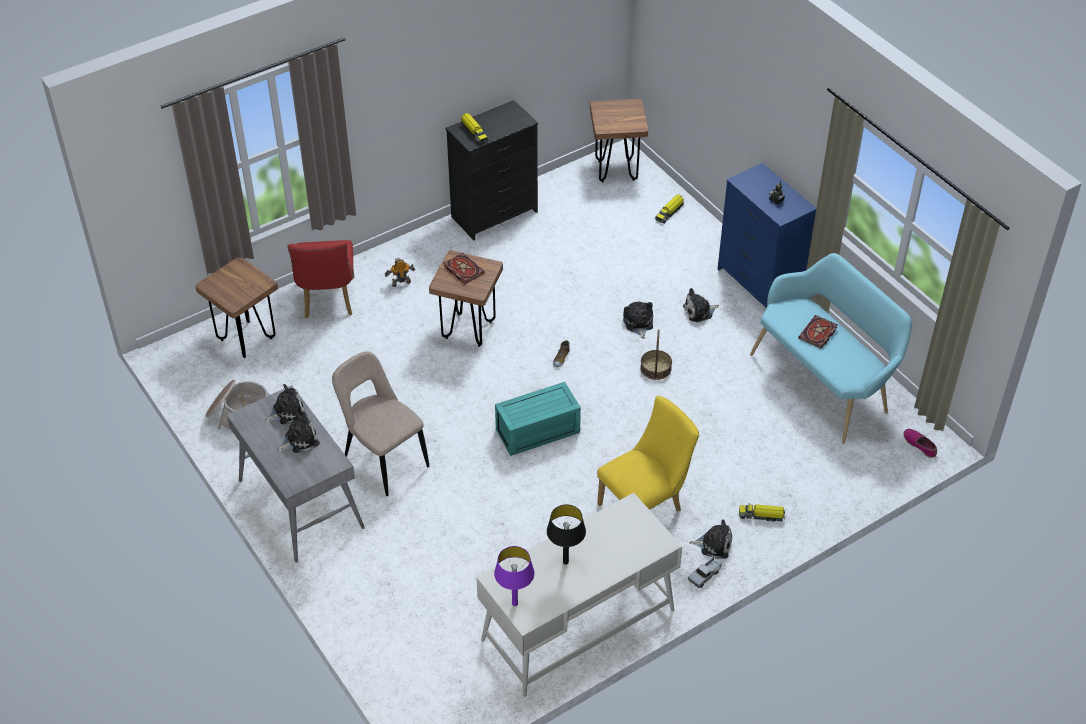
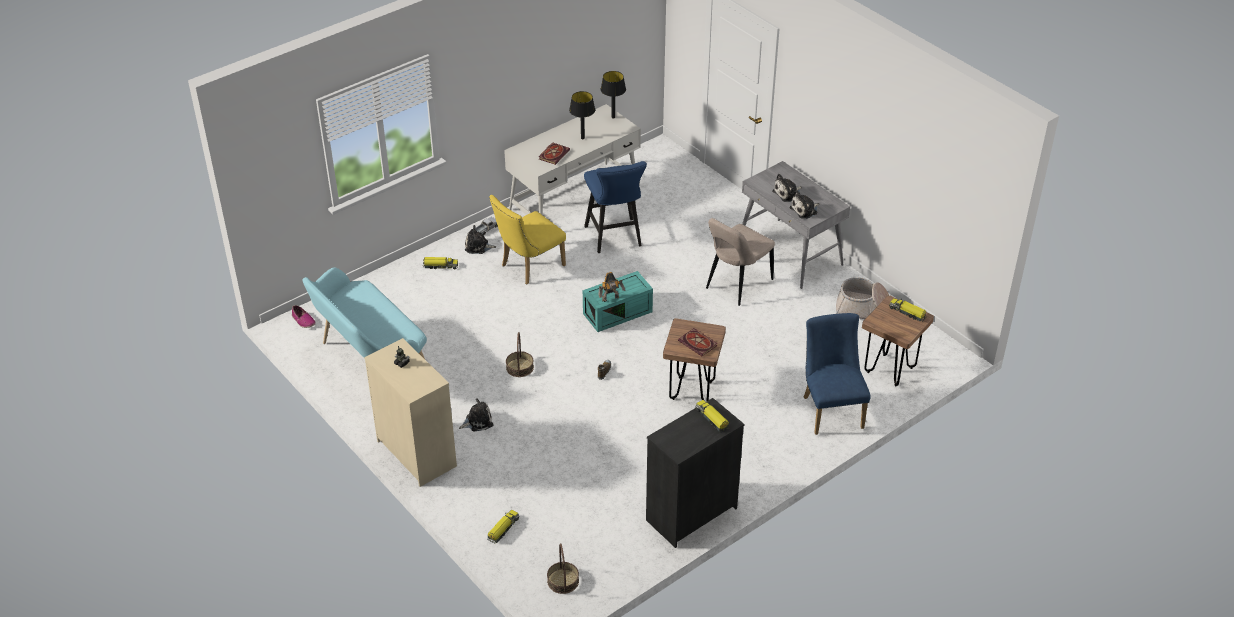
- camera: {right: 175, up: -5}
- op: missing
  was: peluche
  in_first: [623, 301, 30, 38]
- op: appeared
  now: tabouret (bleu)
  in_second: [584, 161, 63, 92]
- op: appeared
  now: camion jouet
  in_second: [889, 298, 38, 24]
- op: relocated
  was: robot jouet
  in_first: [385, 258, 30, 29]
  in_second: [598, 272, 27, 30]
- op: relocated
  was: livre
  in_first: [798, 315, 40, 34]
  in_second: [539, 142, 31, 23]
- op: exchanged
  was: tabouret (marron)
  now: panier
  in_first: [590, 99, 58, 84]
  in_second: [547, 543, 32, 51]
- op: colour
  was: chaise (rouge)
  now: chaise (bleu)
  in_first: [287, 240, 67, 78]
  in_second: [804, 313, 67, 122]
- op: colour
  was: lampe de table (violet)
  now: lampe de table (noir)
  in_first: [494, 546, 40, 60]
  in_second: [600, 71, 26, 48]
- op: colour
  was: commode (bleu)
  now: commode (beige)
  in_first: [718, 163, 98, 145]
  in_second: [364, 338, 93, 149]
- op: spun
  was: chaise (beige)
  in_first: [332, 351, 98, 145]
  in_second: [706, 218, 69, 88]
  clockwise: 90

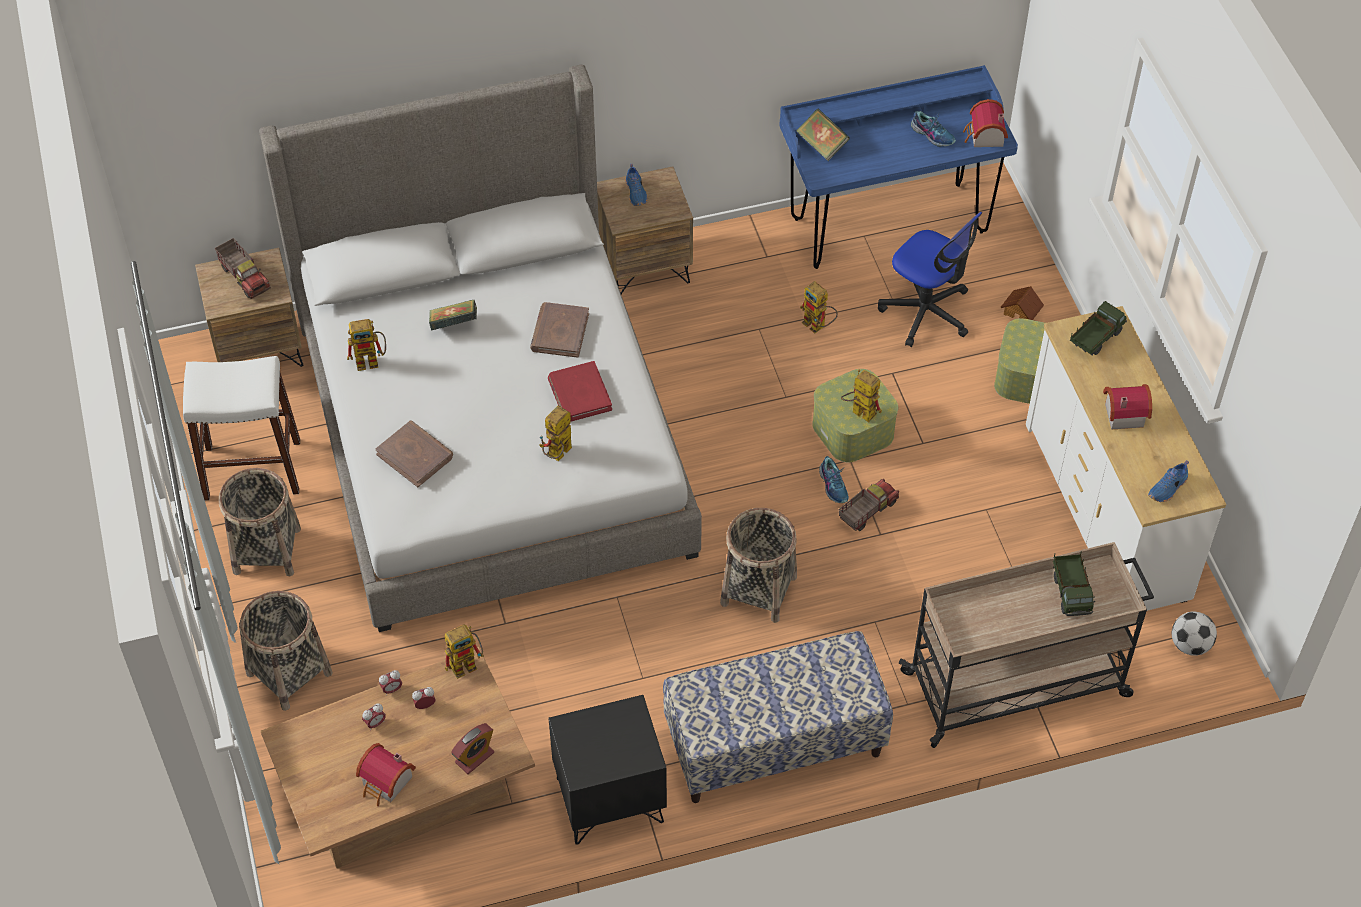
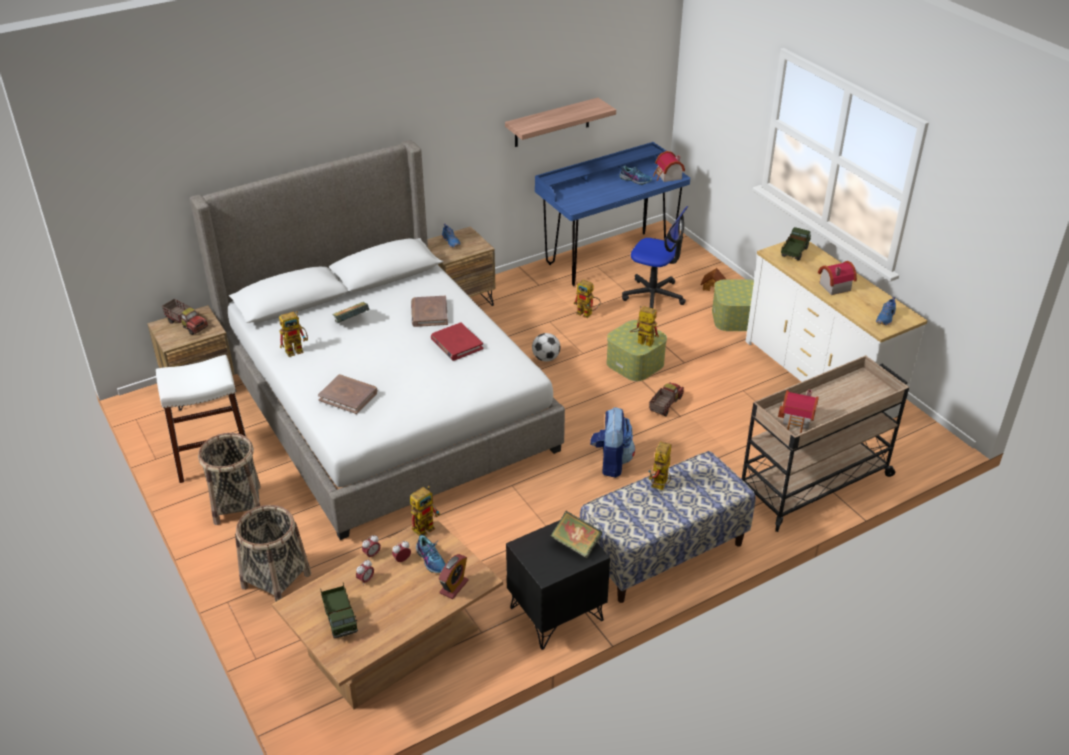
- camera: {right: -15, up: -15}
- op: appeared
  now: étagère
  in_second: [505, 98, 111, 49]
- op: relocated
  was: maison miniature
  in_first: [356, 743, 60, 63]
  in_second: [778, 389, 41, 44]
- op: relocated
  was: robot jouet
  in_first: [539, 406, 33, 55]
  in_second: [648, 441, 23, 49]
- op: relocated
  was: livre
  in_first: [796, 108, 54, 53]
  in_second: [551, 511, 51, 47]
- op: relocated
  was: chaussure
  in_first: [819, 456, 30, 47]
  in_second: [416, 535, 30, 38]
- op: relocated
  was: camion jouet
  in_first: [1053, 551, 42, 65]
  in_second: [320, 582, 38, 56]
- op: relocated
  was: ballon de foot
  in_first: [1172, 611, 45, 45]
  in_second: [532, 333, 28, 29]
- op: exchanged
  was: panier
  now: sac à dos
  in_first: [720, 508, 77, 115]
  in_second: [590, 407, 45, 71]

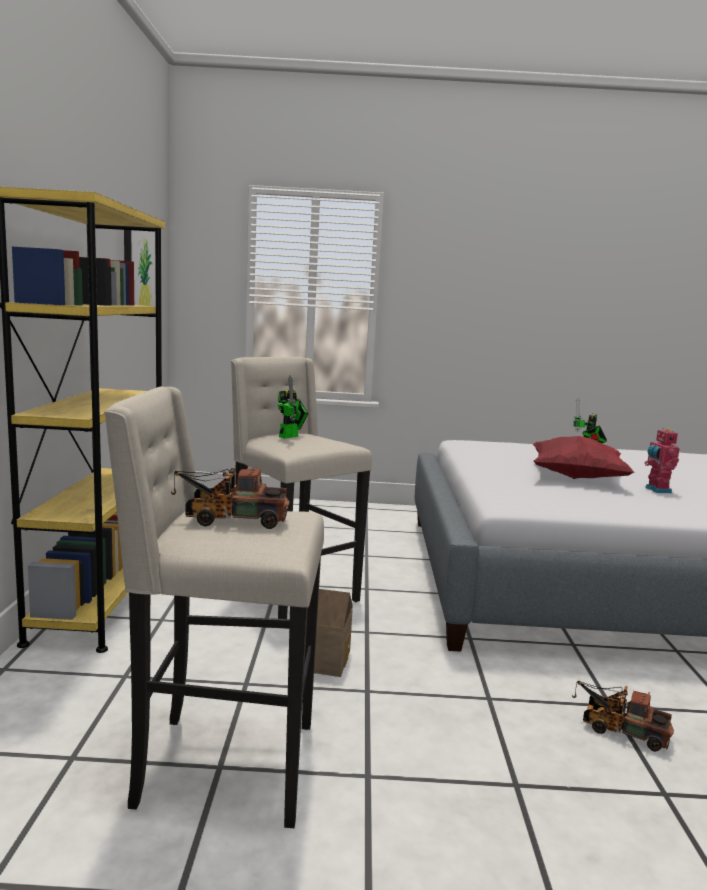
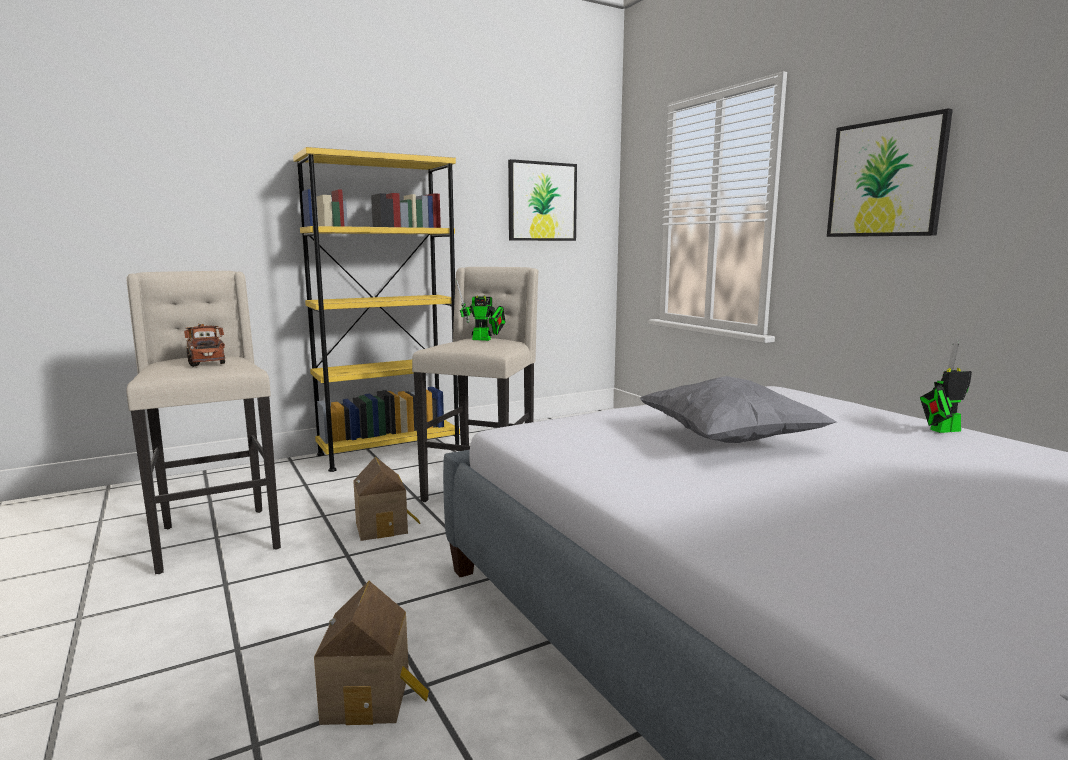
- camera: {right: 60, up: 0}
- op: missing
  was: robot jouet
  in_first: [644, 428, 36, 65]
- op: appeared
  now: tableau
  in_second: [827, 108, 126, 129]
- op: exchanged
  was: camion jouet
  now: maison miniature
  in_first: [572, 681, 102, 71]
  in_second: [314, 581, 115, 144]
- op: colour
  was: coussin (rouge)
  now: coussin (gris)
  in_first: [533, 436, 102, 43]
  in_second: [640, 376, 197, 67]

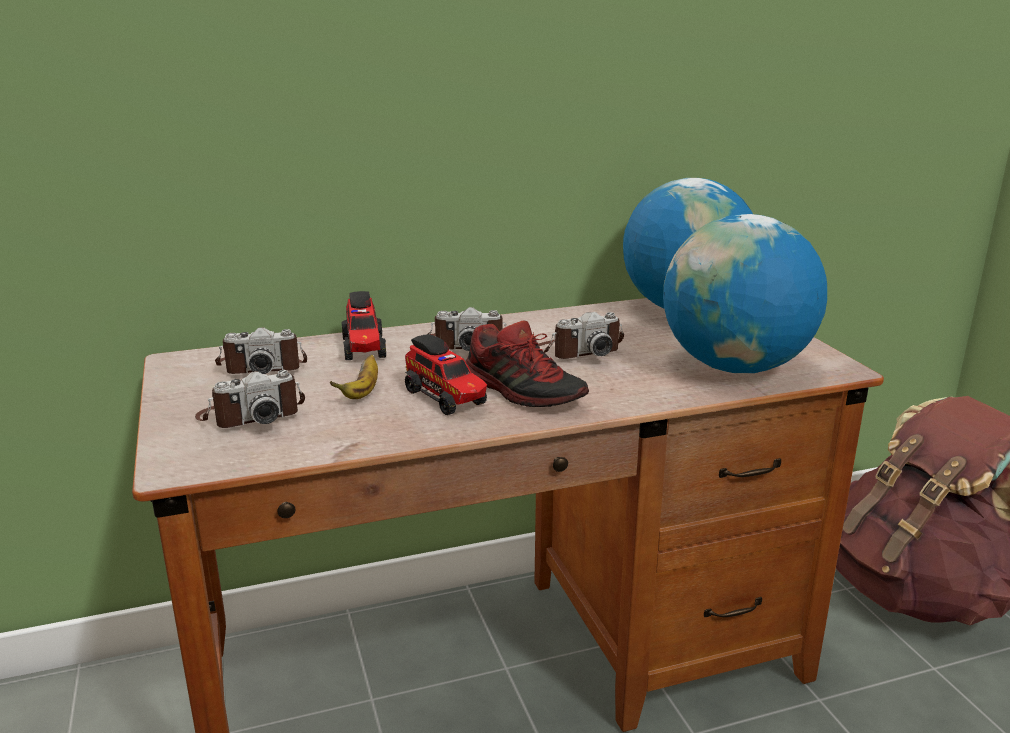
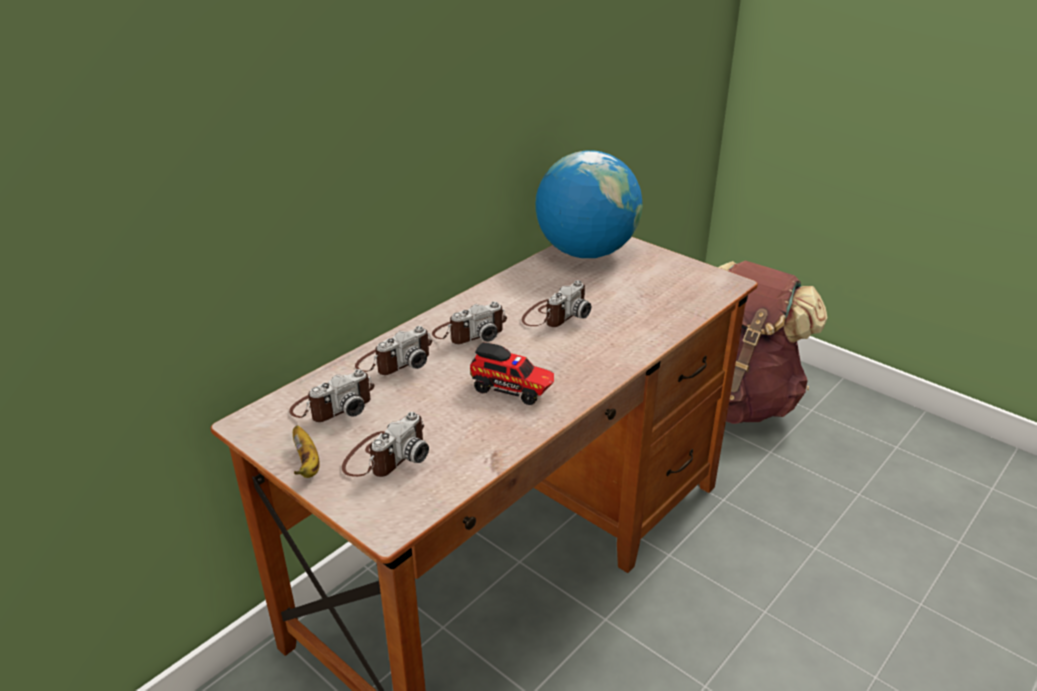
- camera: {right: -30, up: 10}
- op: missing
  was: chaussure
  in_first: [465, 321, 124, 86]
- op: missing
  was: globe
  in_first: [663, 214, 164, 159]
- op: relocated
  was: banane
  in_first: [330, 355, 48, 44]
  in_second: [293, 426, 27, 52]
- op: exchanged
  was: camion jouet
  now: appareil photo
  in_first: [341, 291, 45, 69]
  in_second: [355, 326, 77, 49]

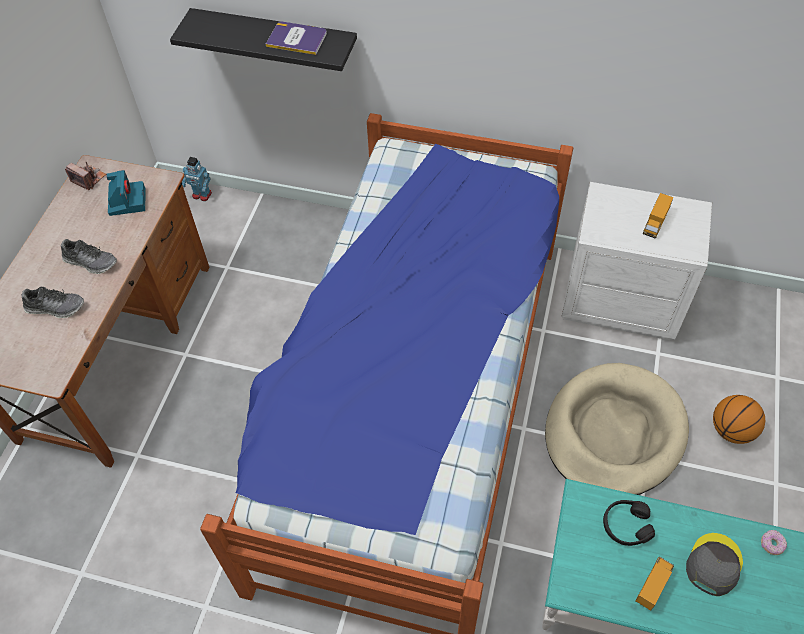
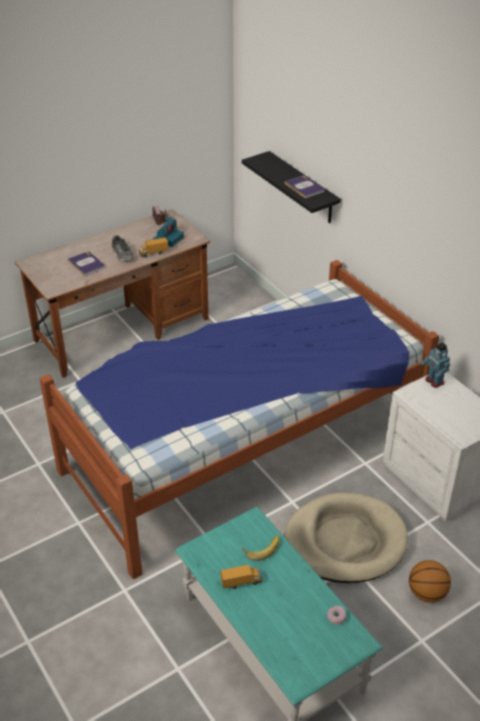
- camera: {right: 40, up: -15}
- op: missing
  was: casquette (gris)
  in_first: [686, 533, 57, 63]
- op: relocated
  was: robot jouet
  in_first: [182, 157, 30, 44]
  in_second: [421, 342, 29, 46]
- op: relocated
  was: camion jouet
  in_first: [643, 193, 30, 46]
  in_second: [139, 237, 30, 21]
- op: exchanged
  was: chaussure
  now: livre
  in_first: [22, 287, 62, 31]
  in_second: [67, 251, 38, 25]
- op: exchanged
  was: casque audio (noir)
  now: banane
  in_first: [603, 500, 52, 46]
  in_second: [242, 535, 38, 26]

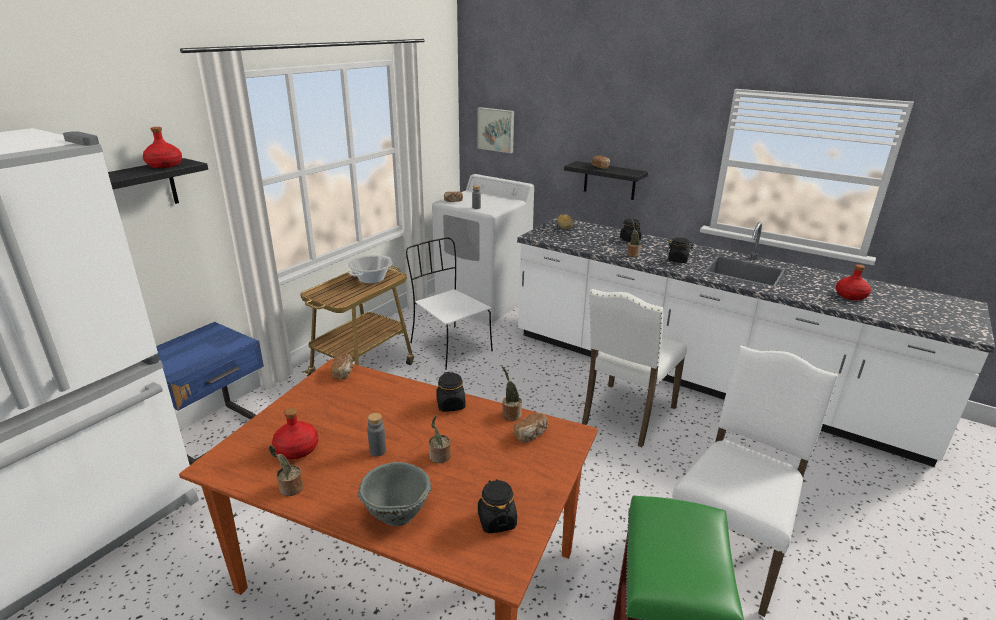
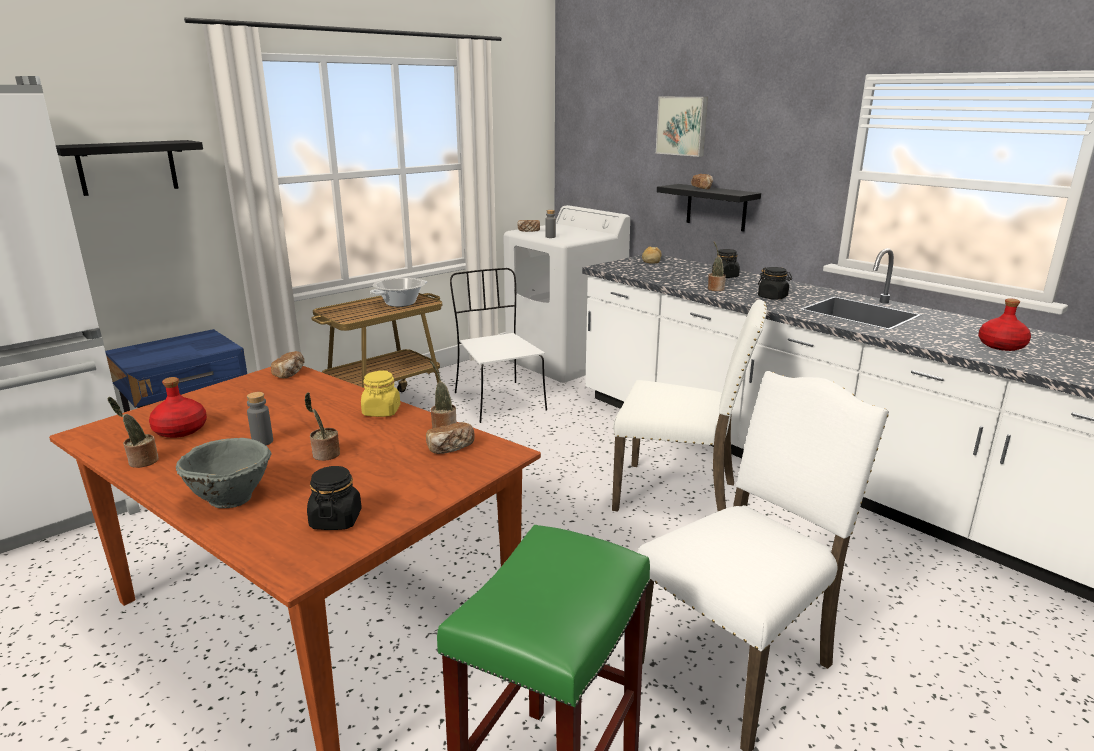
- camera: {right: 15, up: -5}
- op: missing
  was: bouteille (rouge)
  in_first: [143, 127, 39, 41]
- op: relocated
  was: tableau
  in_first: [477, 107, 37, 46]
  in_second: [656, 97, 52, 60]
- op: colour
  was: bocal (noir)
  now: bocal (jaune)
  in_first: [436, 372, 29, 40]
  in_second: [361, 370, 39, 47]
- op: spun
  was: chaise (blanc)
  in_first: [582, 289, 105, 158]
  in_second: [612, 300, 155, 212]
  clockwise: -120

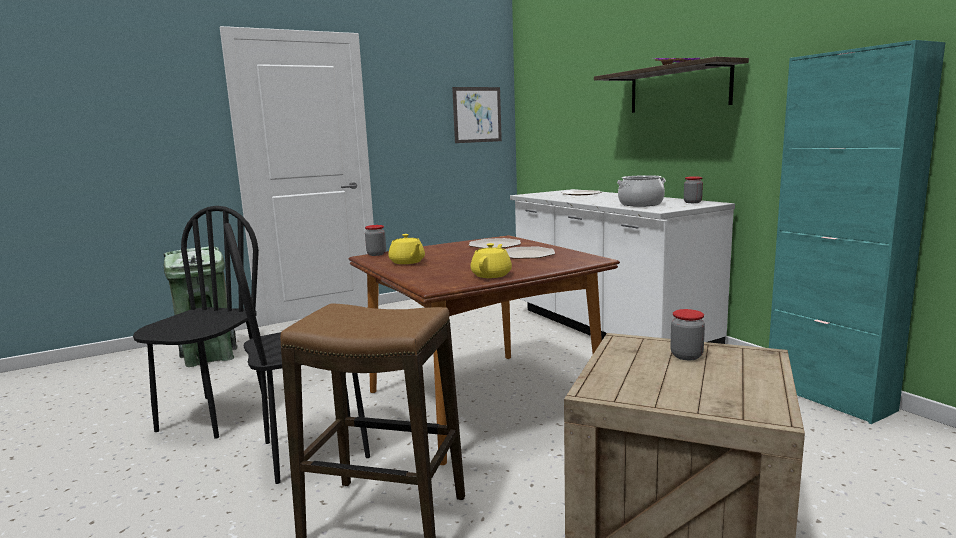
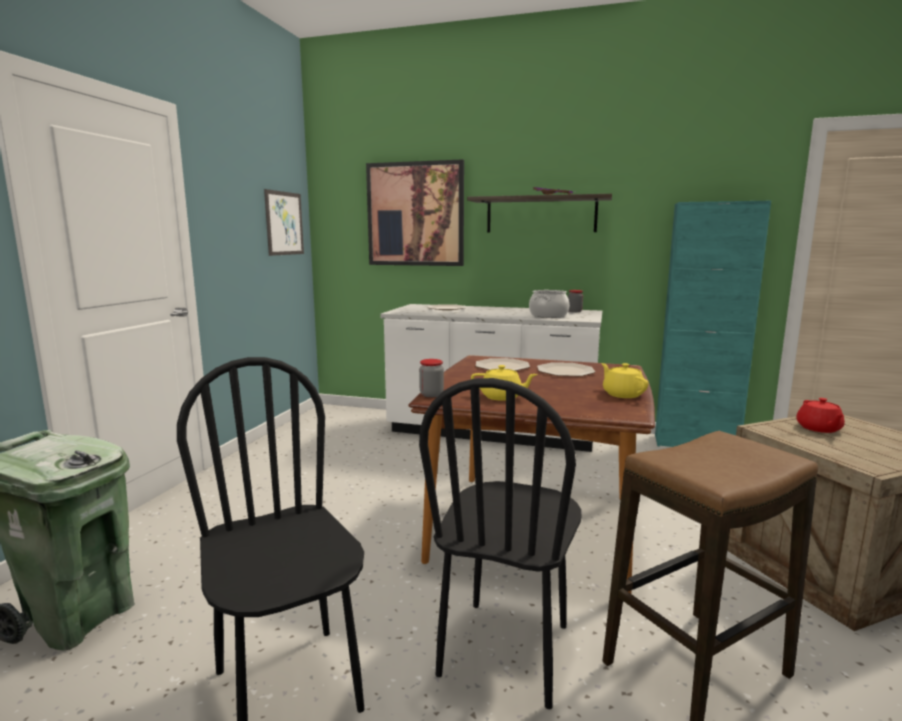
- camera: {right: -45, up: 0}
- op: appeared
  now: tableau
  in_second: [366, 159, 98, 107]
- op: exchanged
  was: bocal
  now: théière (rouge)
  in_first: [670, 309, 35, 51]
  in_second: [796, 398, 49, 35]

